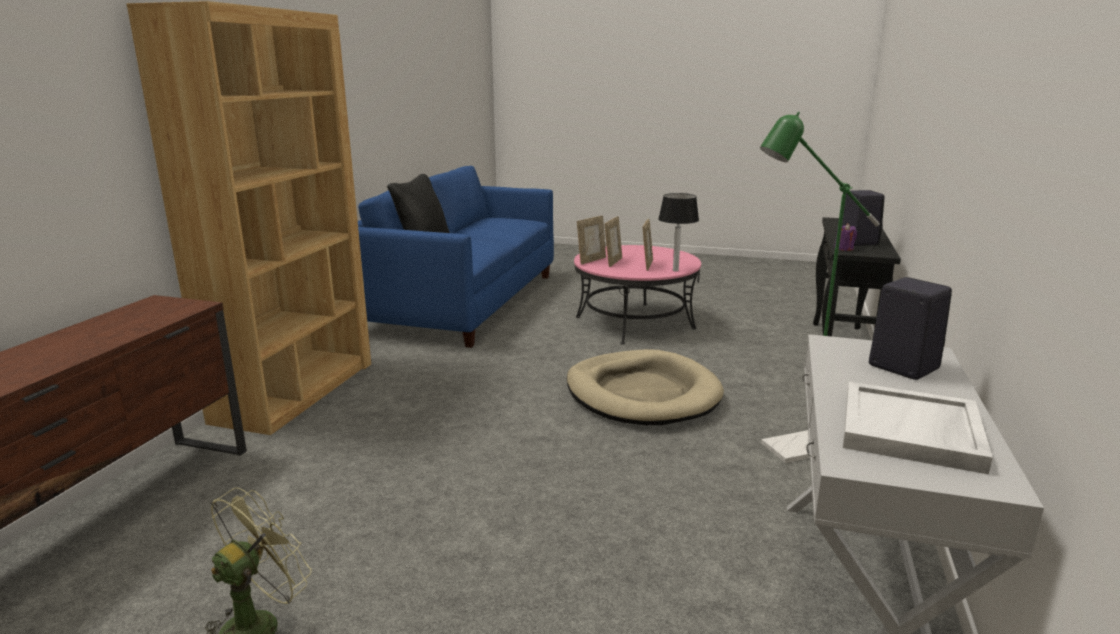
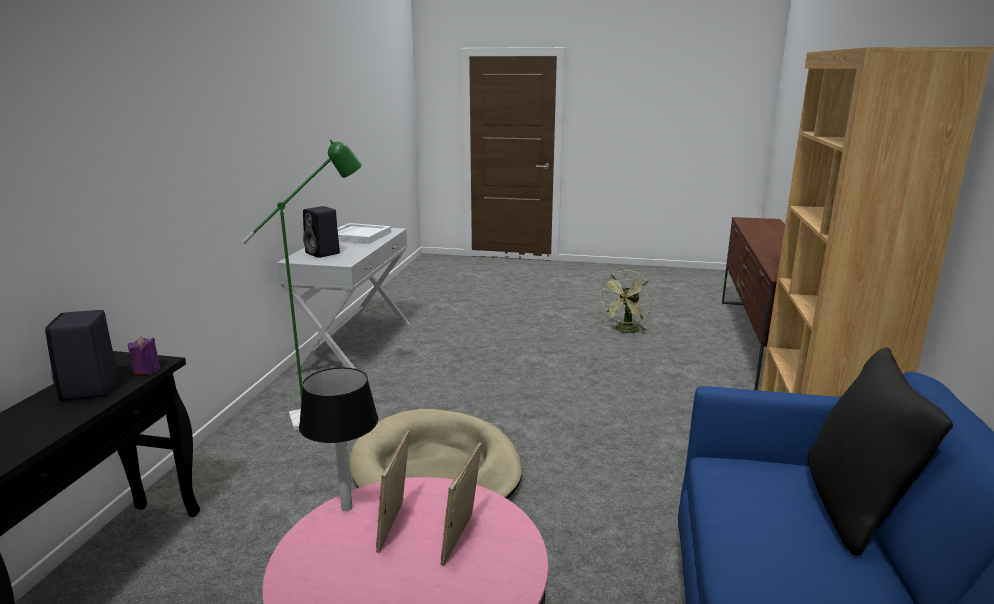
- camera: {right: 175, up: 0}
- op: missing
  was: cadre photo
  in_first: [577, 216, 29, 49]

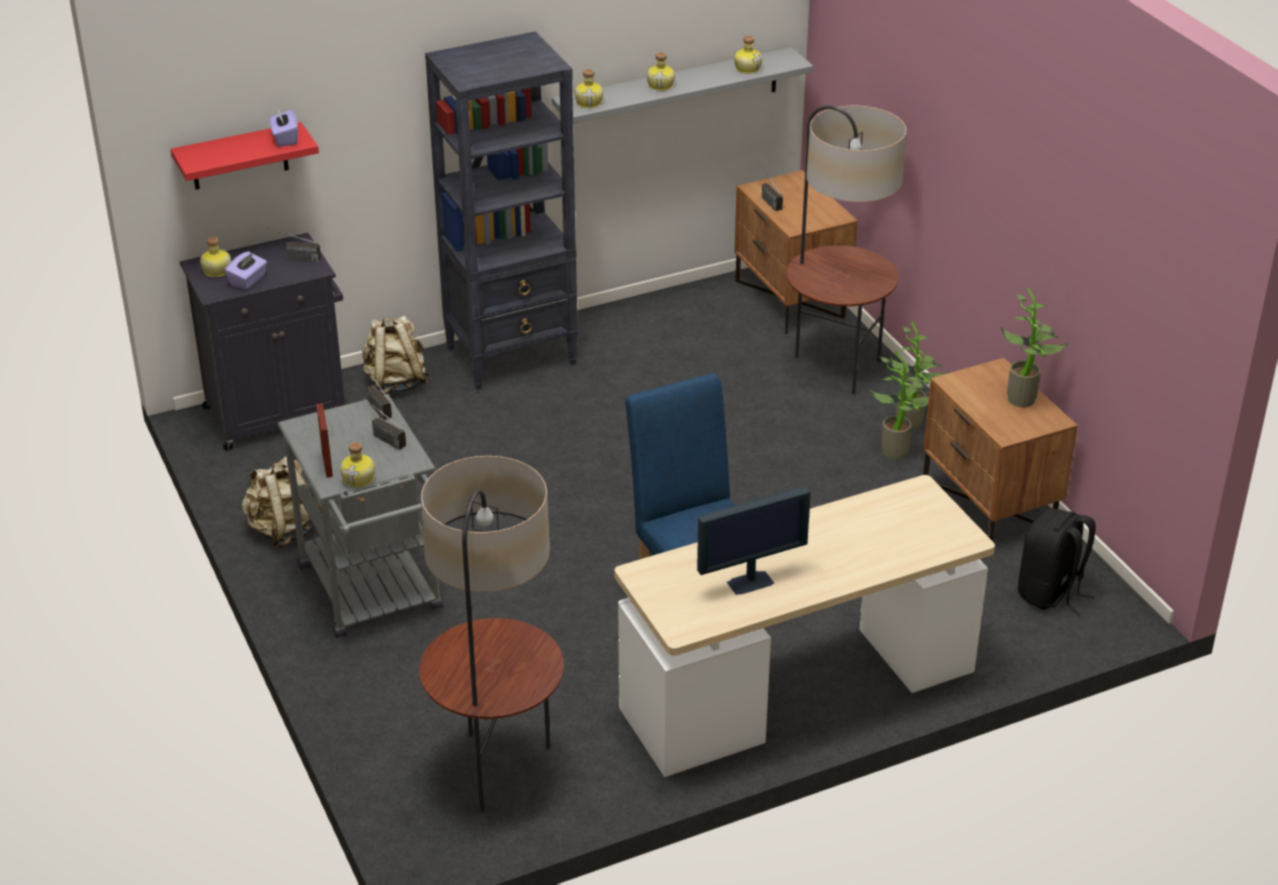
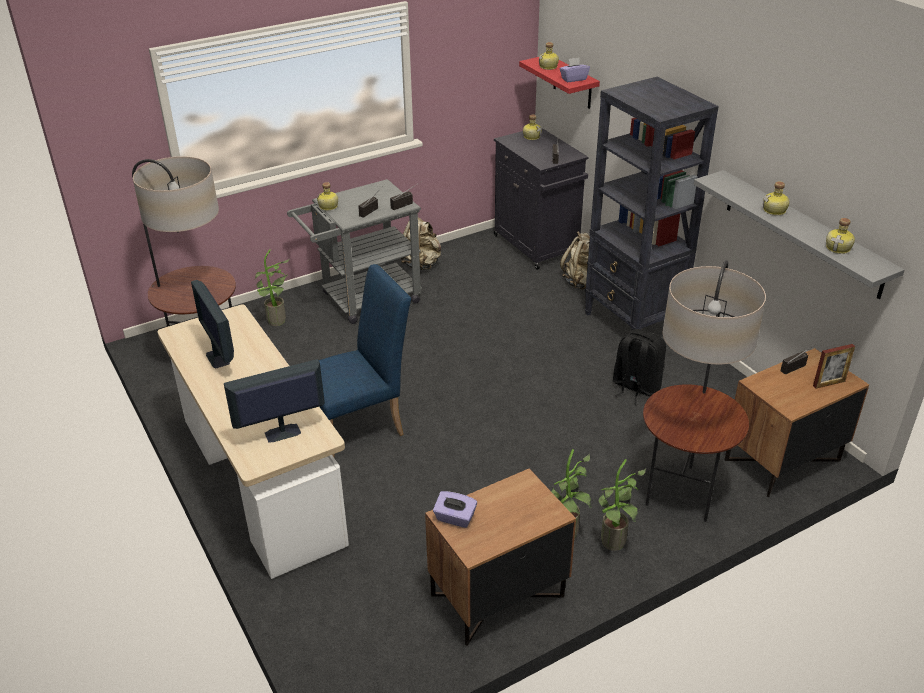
- camera: {right: 85, up: 0}
- op: appeared
  now: écran d'ordinateur
  in_second: [224, 359, 101, 84]
- op: relocated
  was: boîte à mouchoirs (violet)
  in_first: [225, 251, 42, 39]
  in_second: [433, 491, 44, 37]
- op: relocated
  was: cadre photo
  in_first: [316, 403, 17, 75]
  in_second: [813, 344, 42, 45]
- op: relocated
  was: bouteille
  in_first: [574, 69, 29, 39]
  in_second: [539, 42, 20, 28]
- op: relocated
  was: plante en pot
  in_first: [1001, 288, 69, 119]
  in_second: [254, 249, 35, 77]
- op: relocated
  was: sac à dos (noir)
  in_first: [1018, 508, 78, 107]
  in_second: [613, 329, 53, 75]

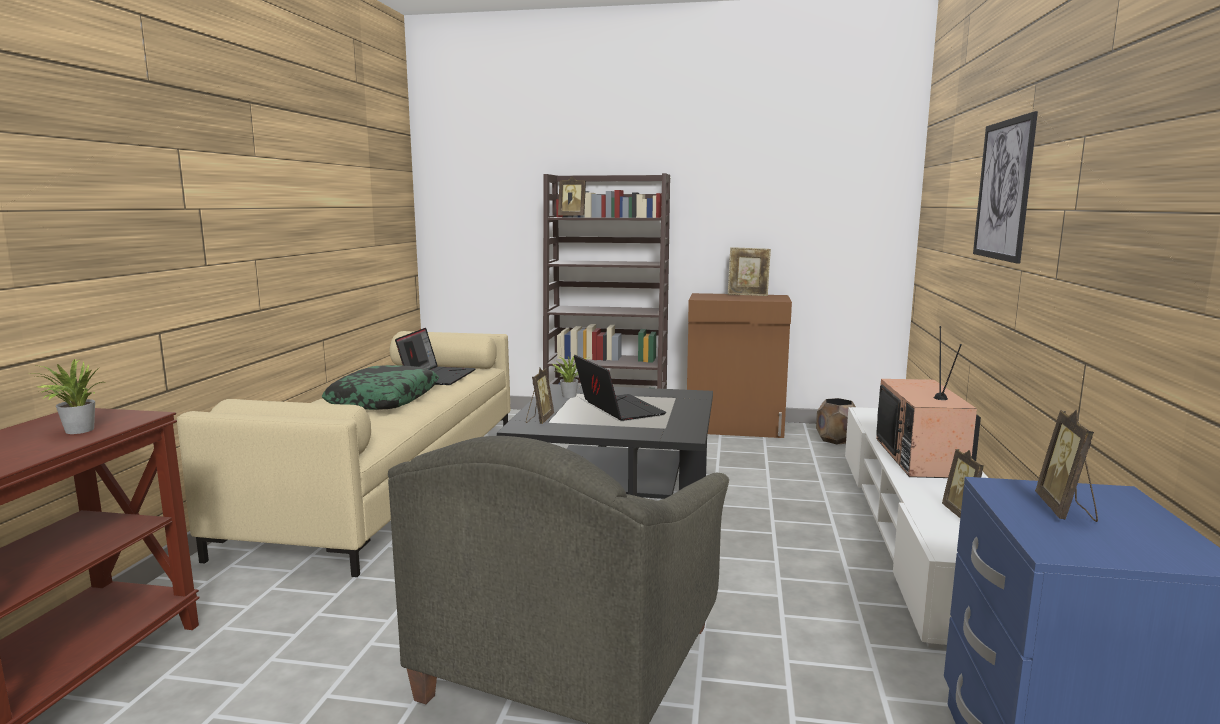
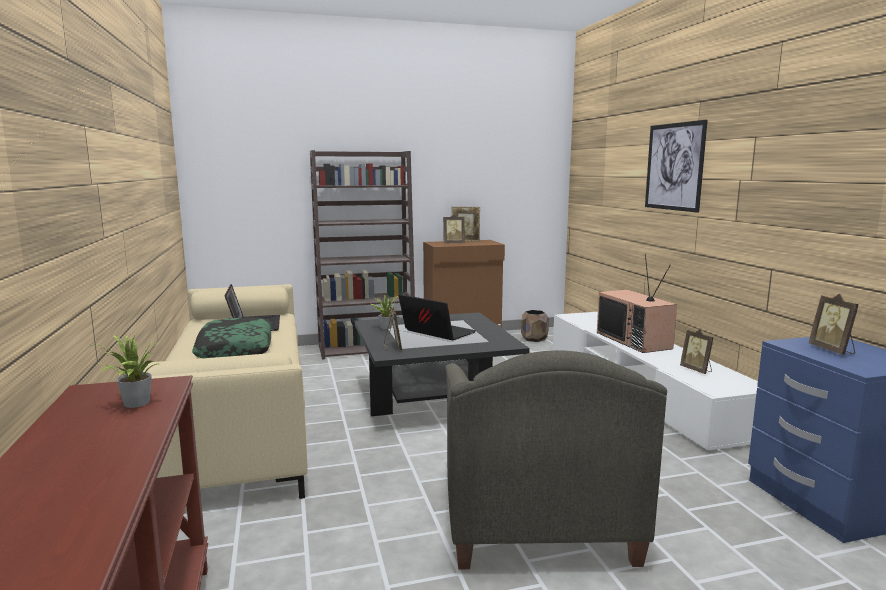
- camera: {right: -25, up: 0}
- op: relocated
  was: cadre photo
  in_first: [558, 176, 28, 40]
  in_second: [443, 214, 22, 29]

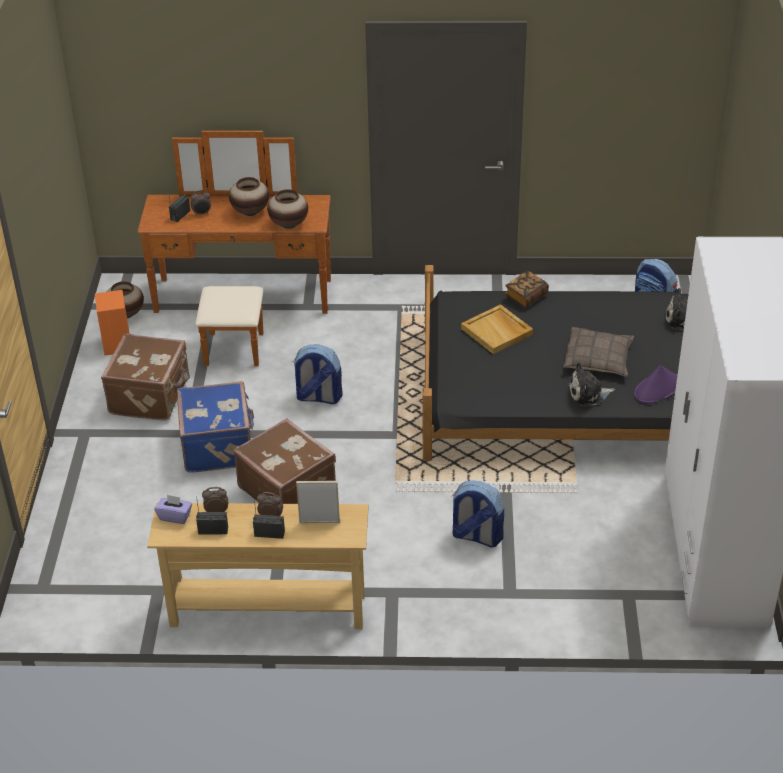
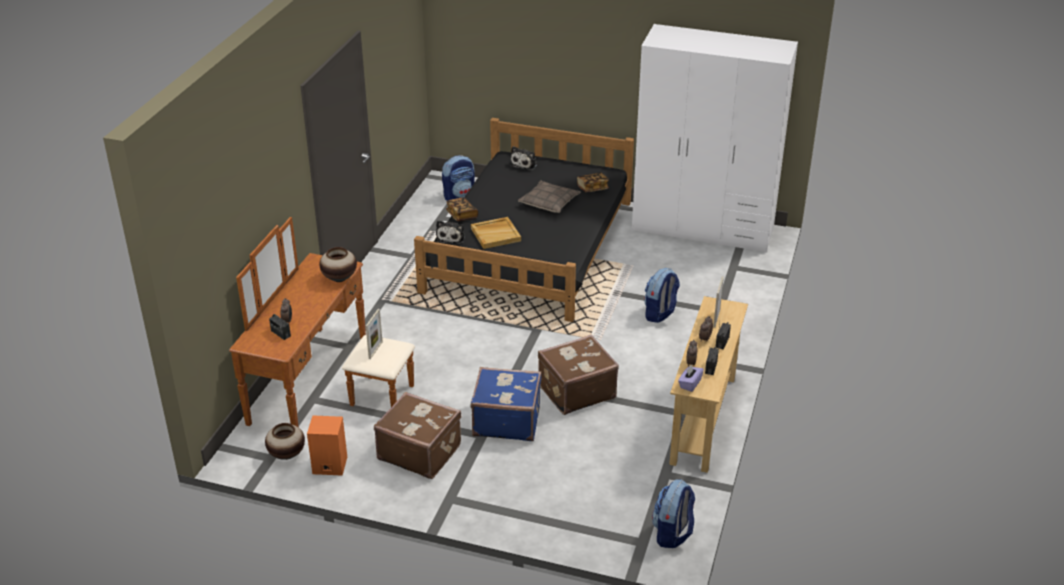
- camera: {right: -75, up: -5}
- op: missing
  was: vase
  in_first: [229, 177, 40, 39]
- op: appeared
  now: cadre photo
  in_second: [366, 309, 17, 50]
- op: relocated
  was: sac à dos
  in_first: [293, 344, 50, 60]
  in_second: [652, 479, 43, 69]
- op: relocated
  was: peluche
  in_first: [568, 362, 47, 45]
  in_second: [436, 220, 29, 24]
- op: exchanged
  was: chapeau (violet)
  now: livre
  in_first: [634, 365, 43, 39]
  in_second: [577, 172, 32, 20]

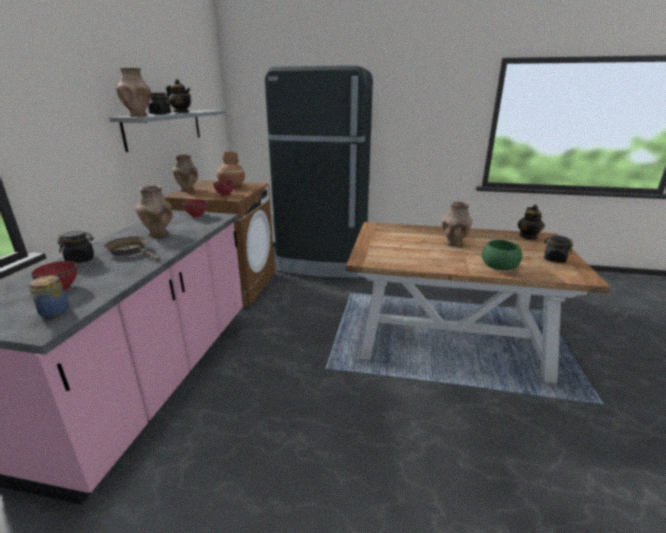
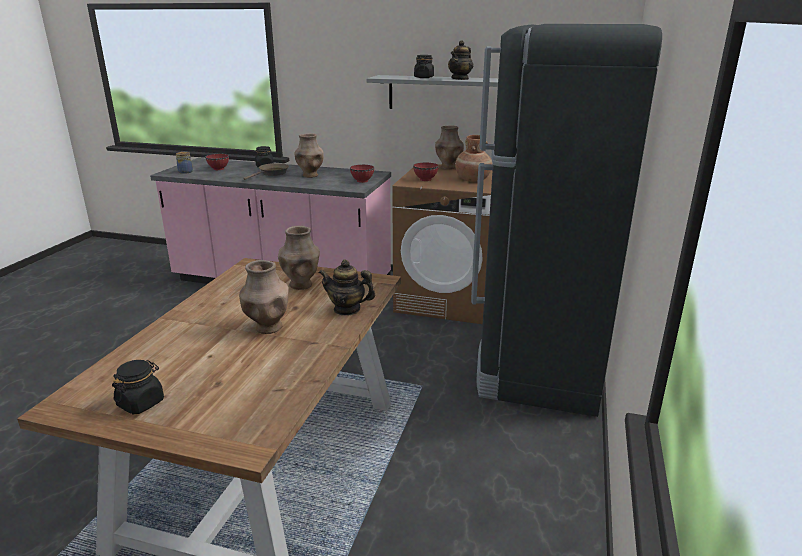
- camera: {right: 95, up: 0}
- op: missing
  was: bol (vert)
  in_first: [482, 240, 40, 30]
- op: relocated
  was: vase (marron)
  in_first: [116, 67, 35, 50]
  in_second: [278, 226, 42, 64]
- op: relocated
  was: théière
  in_first: [517, 205, 28, 35]
  in_second: [319, 260, 57, 56]

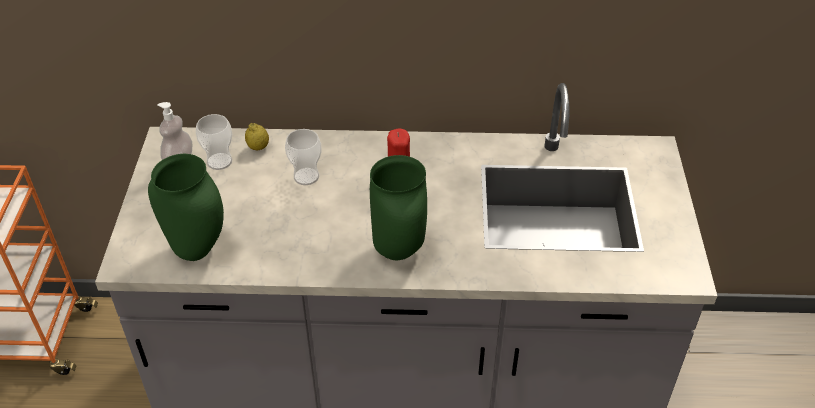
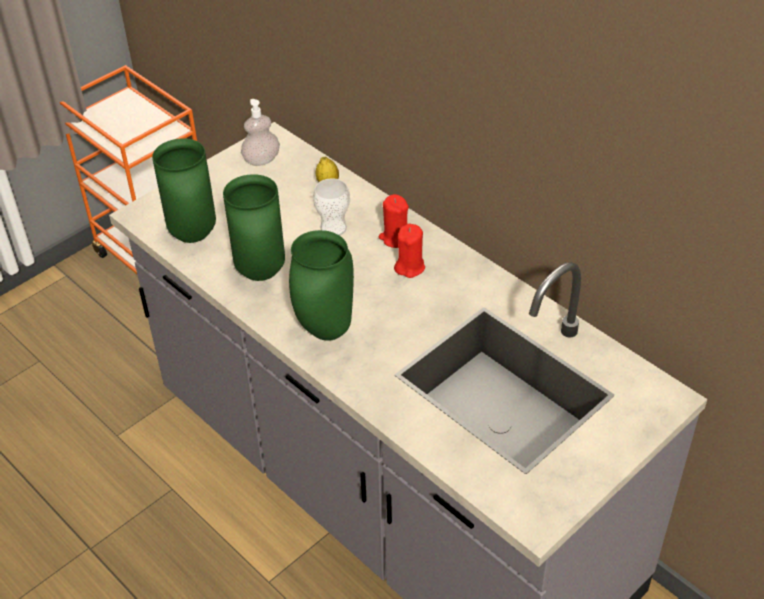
- camera: {right: 45, up: 0}
- op: missing
  was: tasse
  in_first: [196, 114, 36, 56]
- op: appeared
  now: vase (vert)
  in_second: [223, 174, 62, 107]
- op: appeared
  now: bougie (rouge)
  in_second: [378, 194, 31, 54]

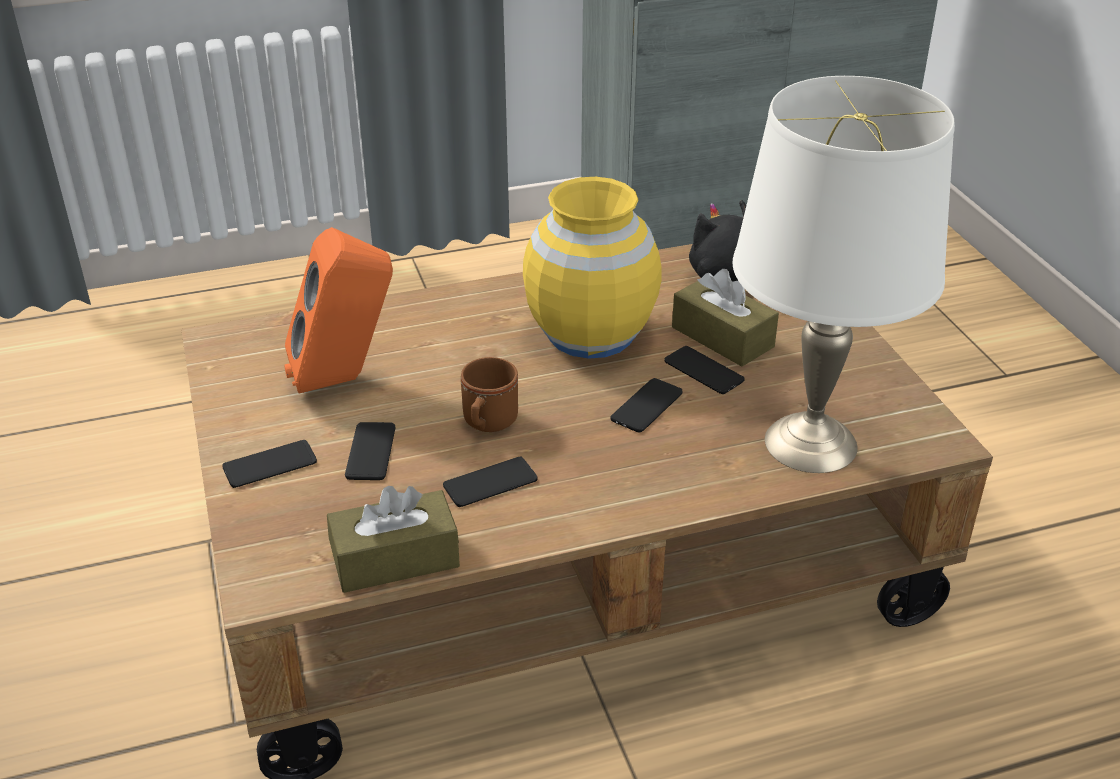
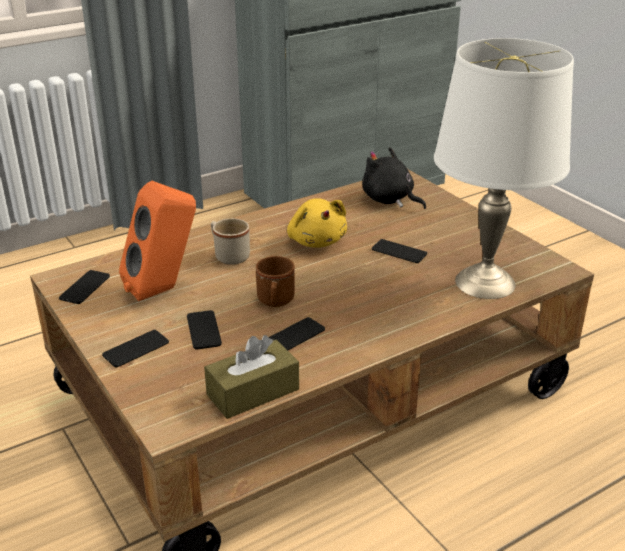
- camera: {right: -15, up: -5}
- op: missing
  was: boîte à mouchoirs (marron)
  in_first: [672, 269, 107, 97]
- op: appeared
  now: mug (beige)
  in_second: [211, 218, 39, 47]
- op: relocated
  was: téléphone
  in_first: [611, 378, 71, 55]
  in_second: [59, 270, 51, 34]
- op: exchanged
  was: vase (jaune)
  now: peluche (jaune)
  in_first: [523, 177, 139, 182]
  in_second: [287, 198, 60, 50]

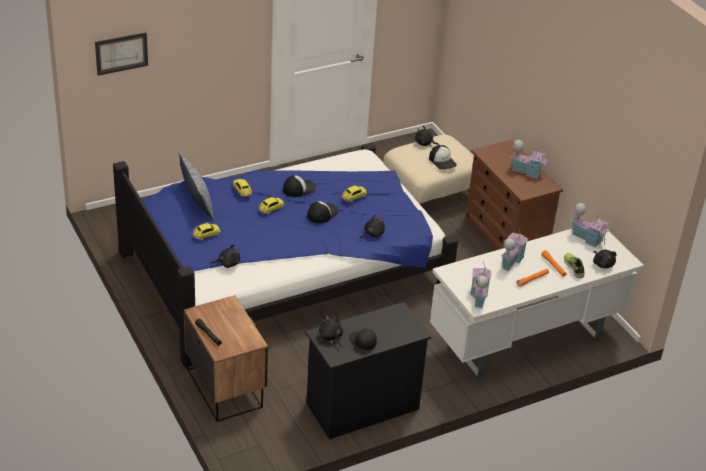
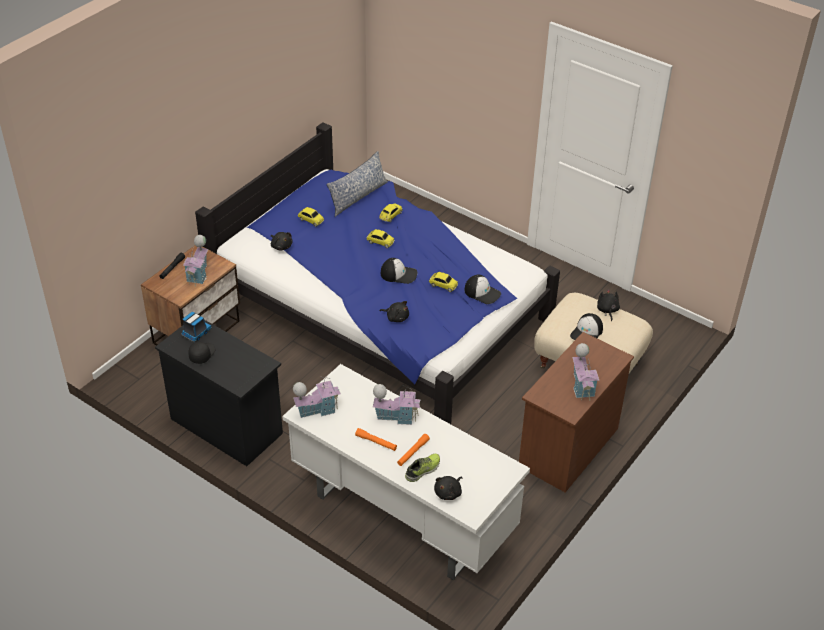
- camera: {right: 65, up: 5}
- op: missing
  was: tableau
  in_first: [95, 32, 53, 44]
- op: relocated
  was: casquette
  in_first: [283, 175, 33, 22]
  in_second: [464, 274, 37, 30]
- op: relocated
  was: maison miniature
  in_first: [571, 203, 39, 45]
  in_second: [183, 235, 25, 52]
- op: exchanged
  was: peluche (noir)
  now: camion jouet
  in_first: [319, 315, 24, 33]
  in_second: [181, 312, 31, 31]

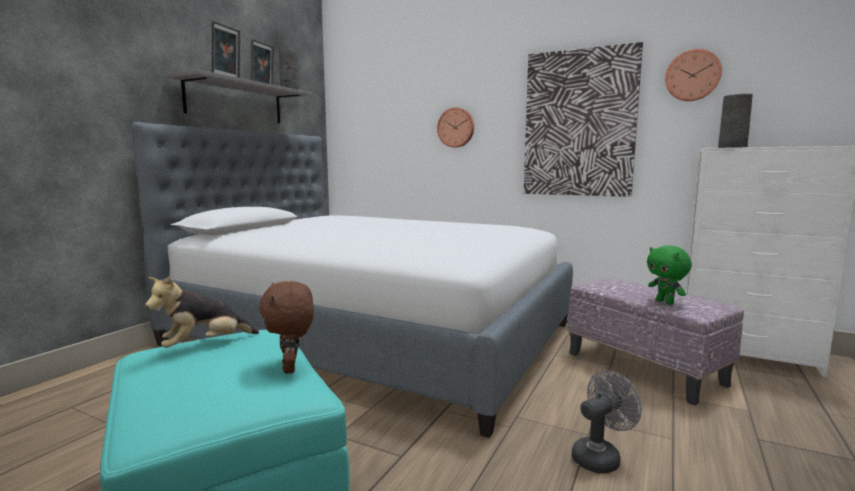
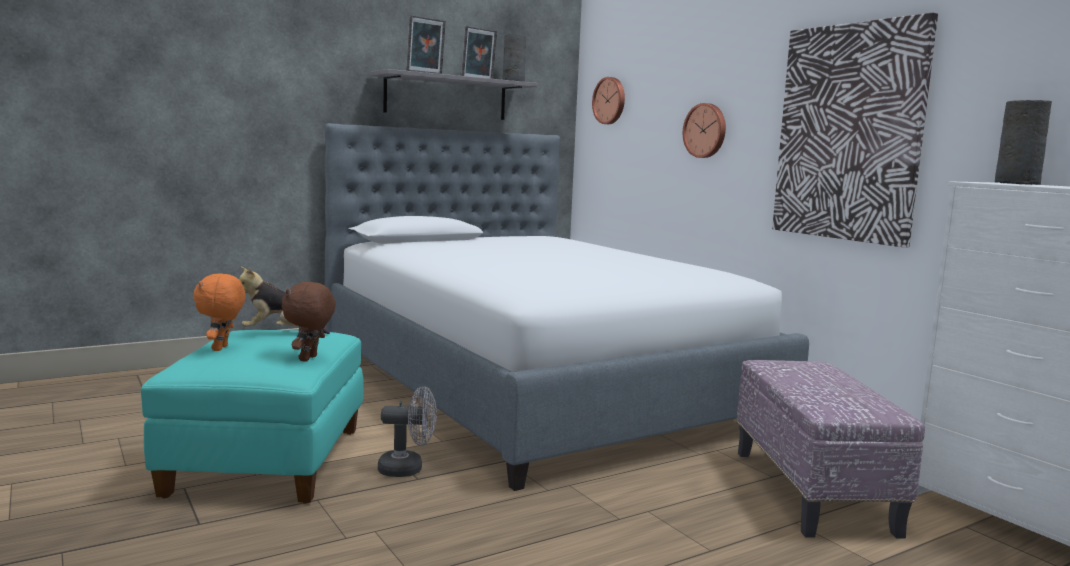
- camera: {right: 30, up: 0}
- op: missing
  was: peluche (vert)
  in_first: [647, 245, 45, 60]
- op: appeared
  now: peluche (orange)
  in_second: [193, 274, 53, 77]
- op: relocated
  was: ventilateur (gris)
  in_first: [571, 370, 71, 103]
  in_second: [378, 386, 59, 91]
- op: relocated
  was: horloge murale
  in_first: [665, 49, 57, 52]
  in_second: [592, 77, 33, 47]

